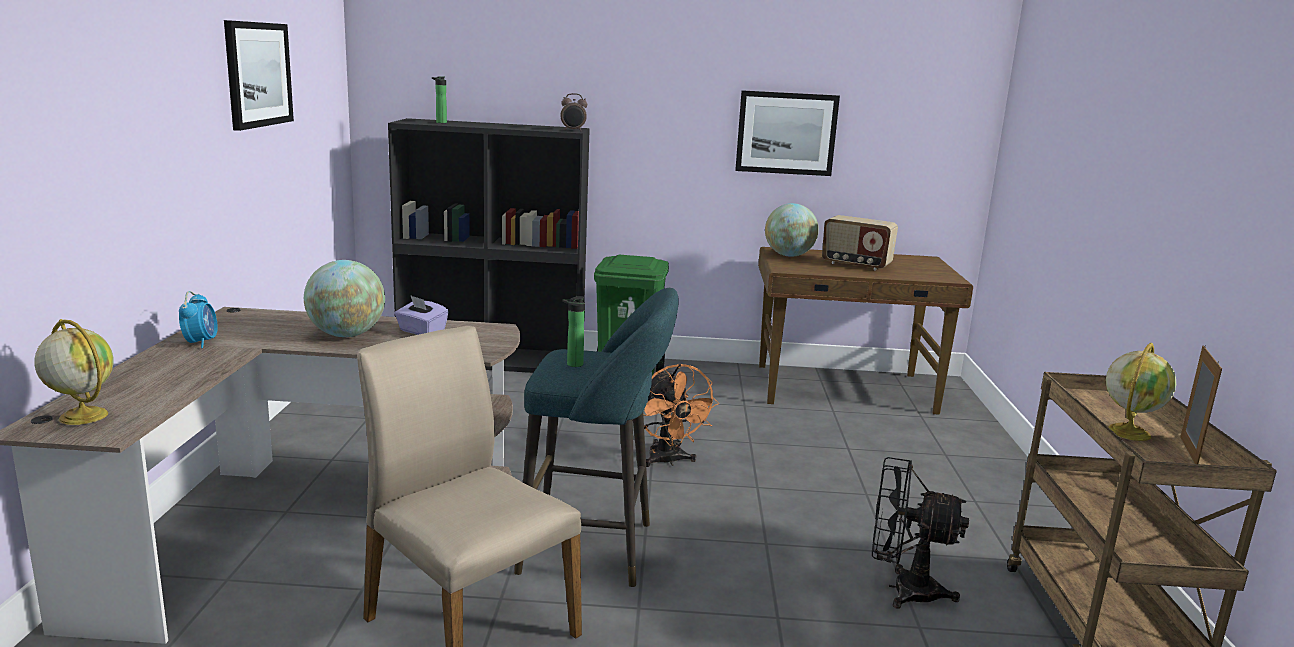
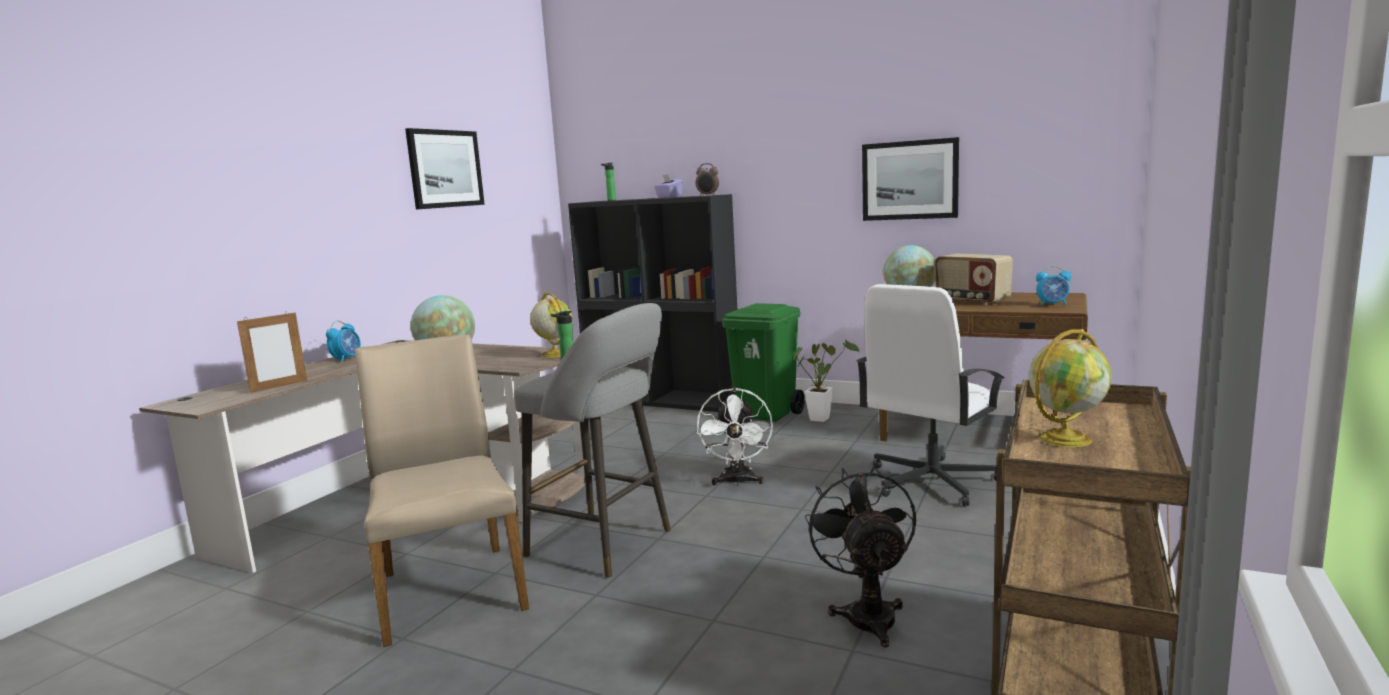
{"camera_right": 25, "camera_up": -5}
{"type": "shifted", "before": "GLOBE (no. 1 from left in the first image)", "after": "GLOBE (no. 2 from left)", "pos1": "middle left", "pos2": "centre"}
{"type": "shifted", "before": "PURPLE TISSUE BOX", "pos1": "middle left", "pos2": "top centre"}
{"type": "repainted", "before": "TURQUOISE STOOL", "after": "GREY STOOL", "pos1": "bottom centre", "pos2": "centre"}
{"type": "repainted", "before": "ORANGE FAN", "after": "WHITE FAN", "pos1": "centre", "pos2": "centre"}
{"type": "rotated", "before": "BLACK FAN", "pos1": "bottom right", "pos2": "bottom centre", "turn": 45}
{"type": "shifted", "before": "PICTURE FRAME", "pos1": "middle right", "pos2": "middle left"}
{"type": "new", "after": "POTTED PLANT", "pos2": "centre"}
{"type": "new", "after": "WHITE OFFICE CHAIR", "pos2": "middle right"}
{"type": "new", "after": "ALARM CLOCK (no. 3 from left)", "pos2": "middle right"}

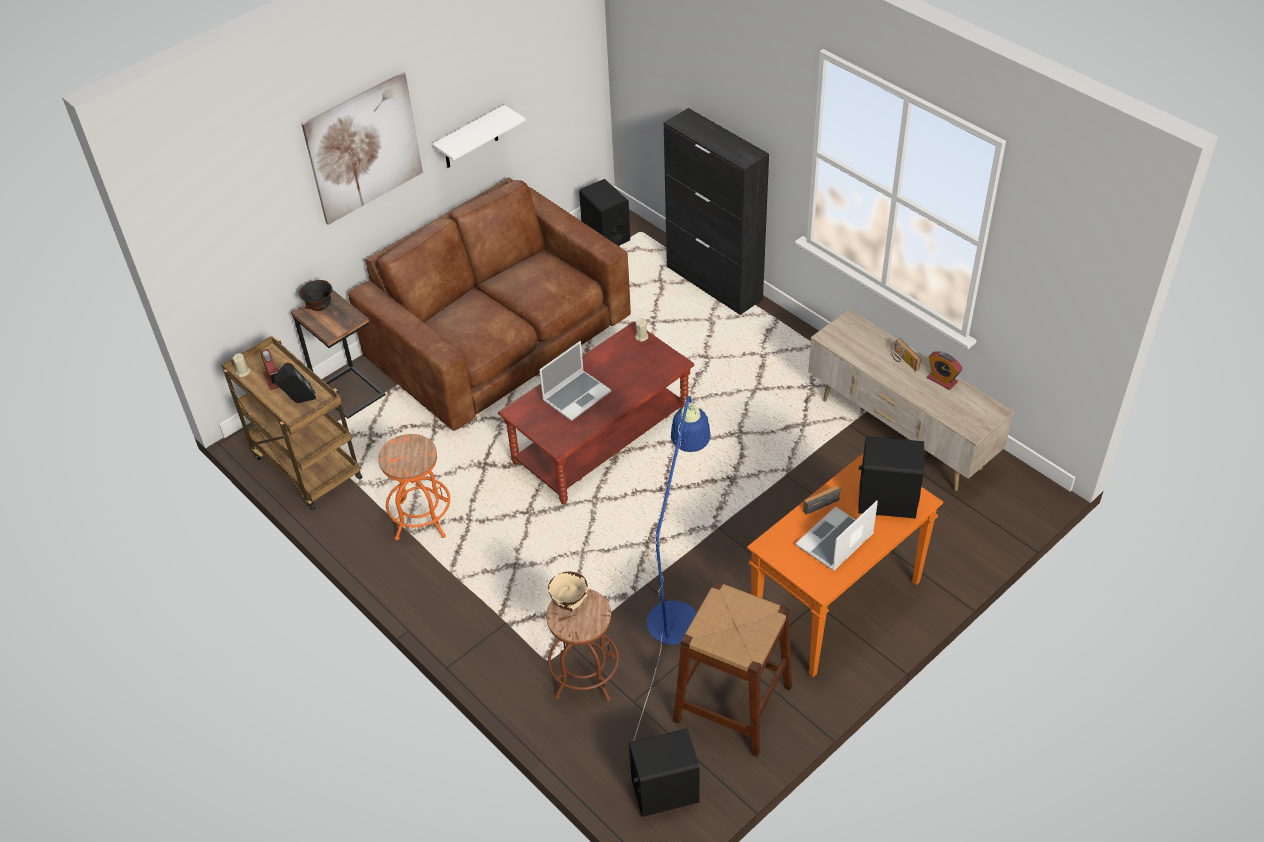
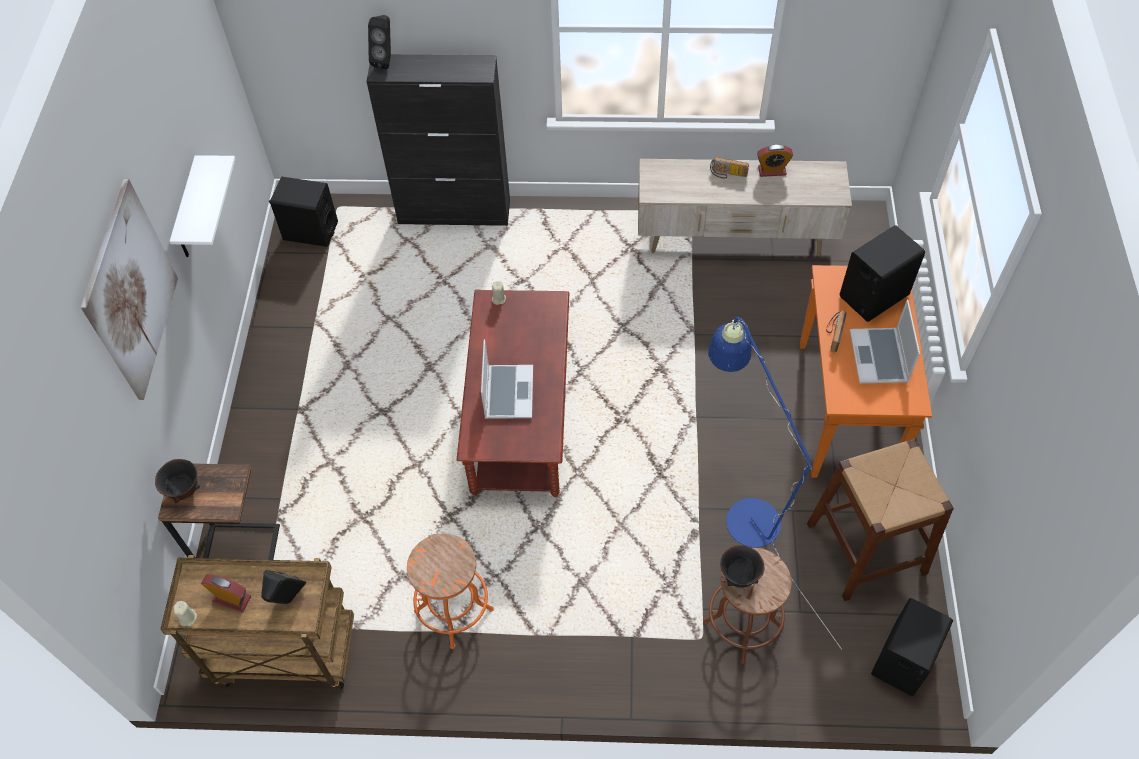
{"camera_right": -45, "camera_up": 10}
{"type": "gone", "before": "BROWN SOFA", "pos1": "centre"}
{"type": "repainted", "before": "BEIGE BOWL", "after": "BLACK BOWL (no. 2 from left)", "pos1": "bottom centre", "pos2": "bottom centre"}
{"type": "new", "after": "BLACK SPEAKER (no. 3 from left)", "pos2": "top left"}

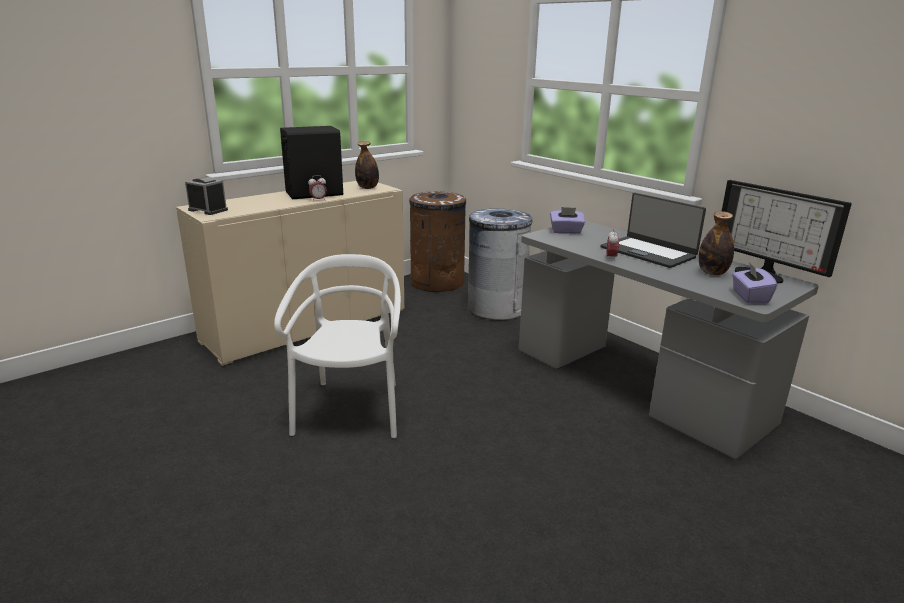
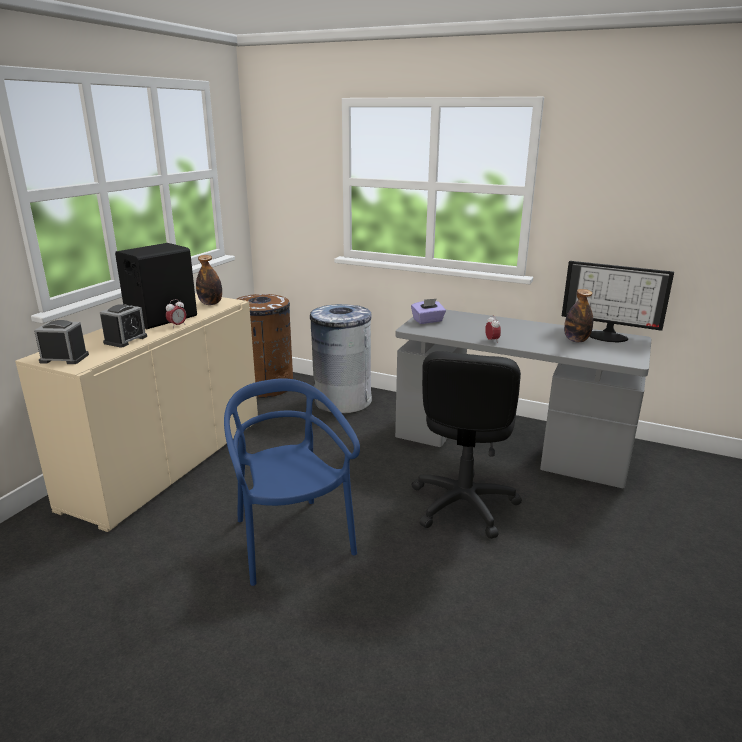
{"camera_right": -25, "camera_up": 0}
{"type": "repainted", "before": "WHITE CHAIR", "after": "BLUE CHAIR", "pos1": "centre", "pos2": "centre"}
{"type": "gone", "before": "LAPTOP", "pos1": "middle right"}
{"type": "gone", "before": "PURPLE TISSUE BOX (no. 2 from left)", "pos1": "middle right"}
{"type": "new", "after": "ALARM CLOCK (no. 2 from left)", "pos2": "middle left"}
{"type": "new", "after": "BLACK OFFICE CHAIR", "pos2": "centre"}

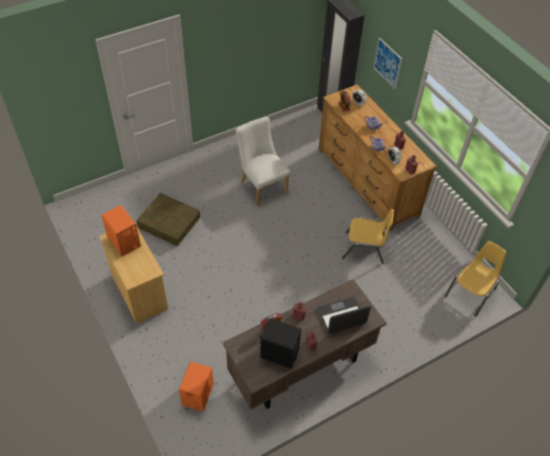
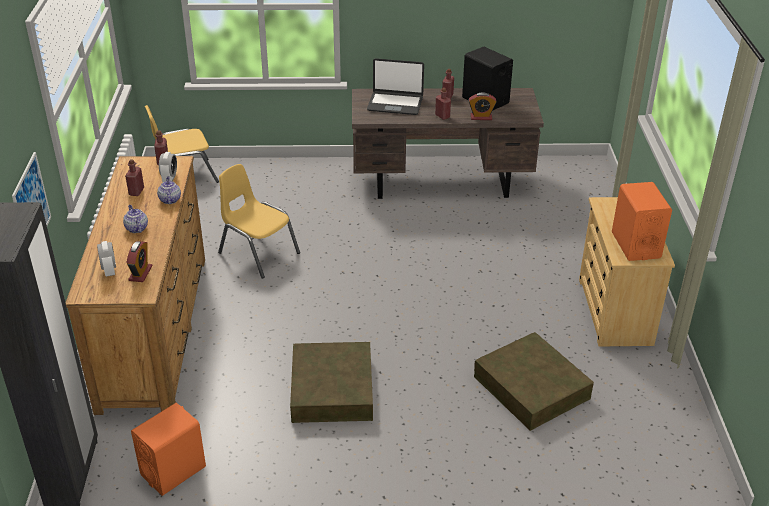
{"camera_right": -150, "camera_up": -15}
{"type": "shifted", "before": "ORANGE SPEAKER (no. 2 from left in the first image)", "after": "ORANGE SPEAKER (no. 1 from left)", "pos1": "bottom centre", "pos2": "bottom left"}
{"type": "swapped", "before": "WHITE CHAIR", "after": "BROWN STORAGE BOX (no. 1 from left)", "pos1": "centre", "pos2": "bottom centre"}

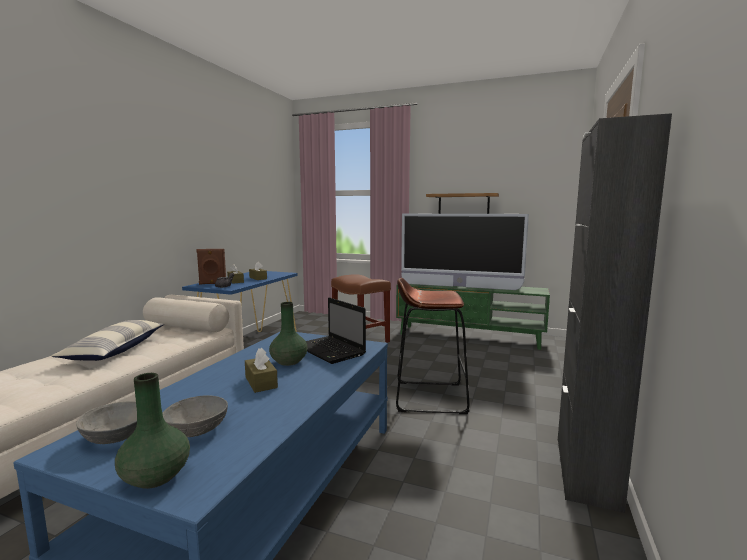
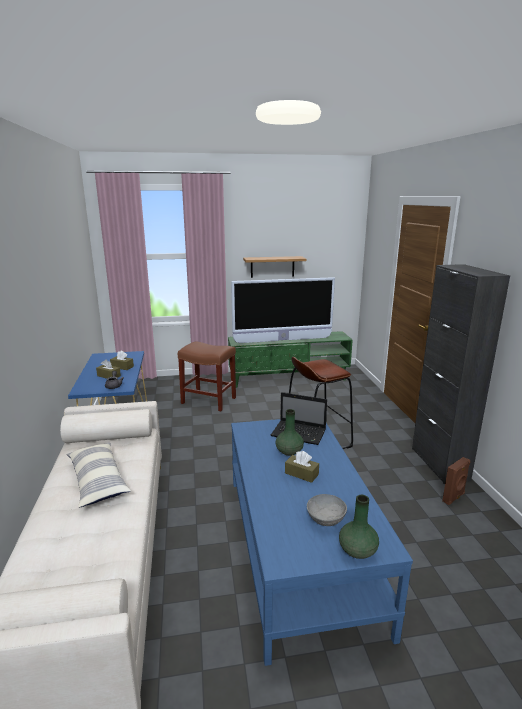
{"camera_right": -30, "camera_up": 10}
{"type": "gone", "before": "GREY BOWL (no. 1 from left)", "pos1": "bottom left"}
{"type": "shifted", "before": "BROWN SPEAKER", "pos1": "middle left", "pos2": "bottom right"}

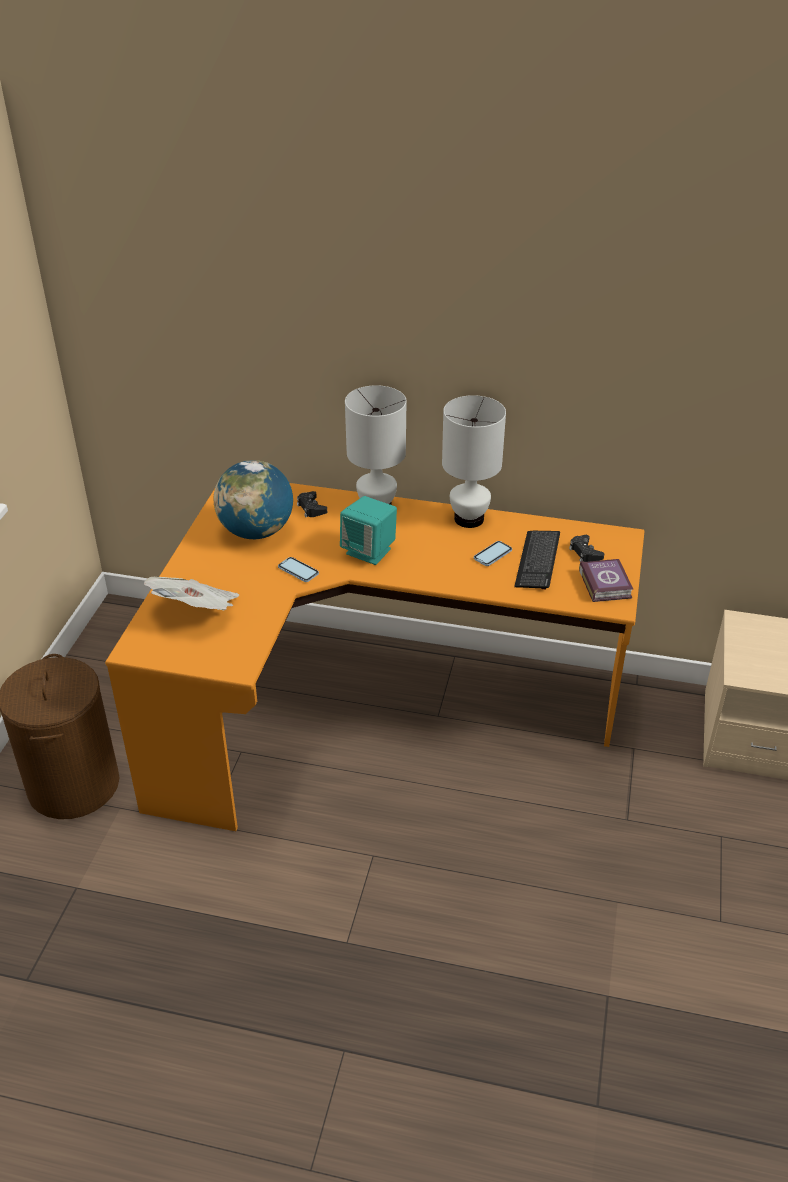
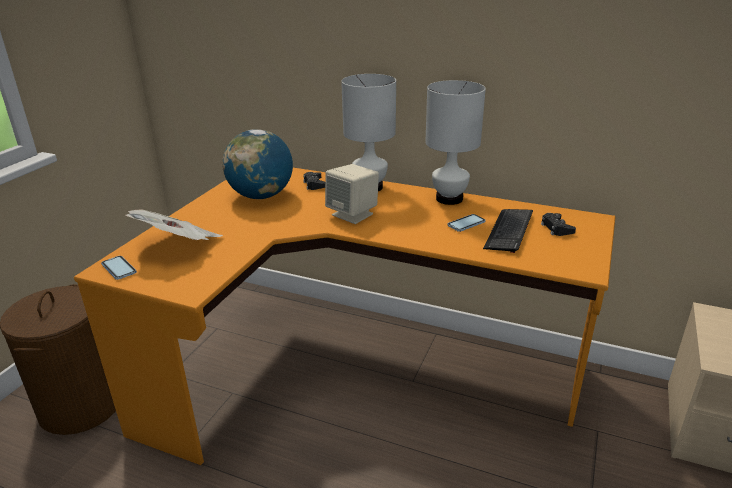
{"camera_right": 10, "camera_up": -10}
{"type": "shifted", "before": "PHONE (no. 1 from left)", "pos1": "centre", "pos2": "middle left"}
{"type": "repainted", "before": "TURQUOISE SPEAKER", "after": "BEIGE SPEAKER", "pos1": "centre", "pos2": "centre"}
{"type": "gone", "before": "BOOK", "pos1": "middle right"}

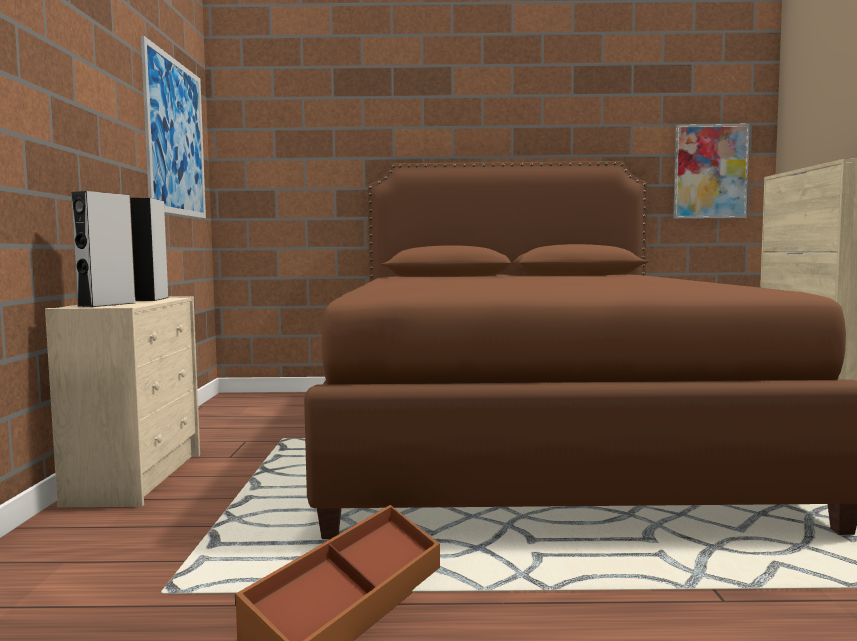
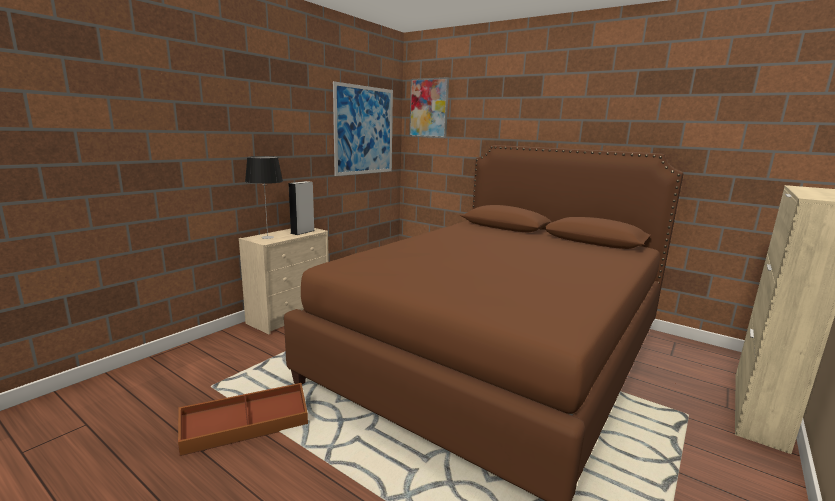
{"camera_right": 35, "camera_up": 10}
{"type": "swapped", "before": "GREY SPEAKER (no. 1 from left)", "after": "TABLE LAMP", "pos1": "middle left", "pos2": "middle left"}
{"type": "shifted", "before": "PICTURE (no. 2 from left)", "pos1": "top right", "pos2": "top centre"}

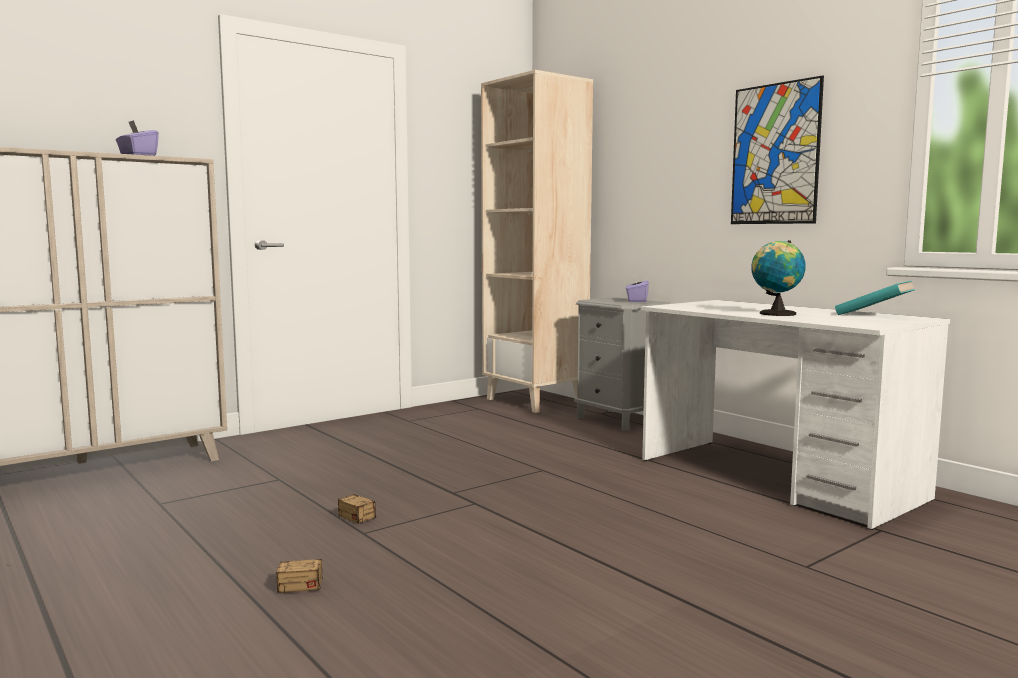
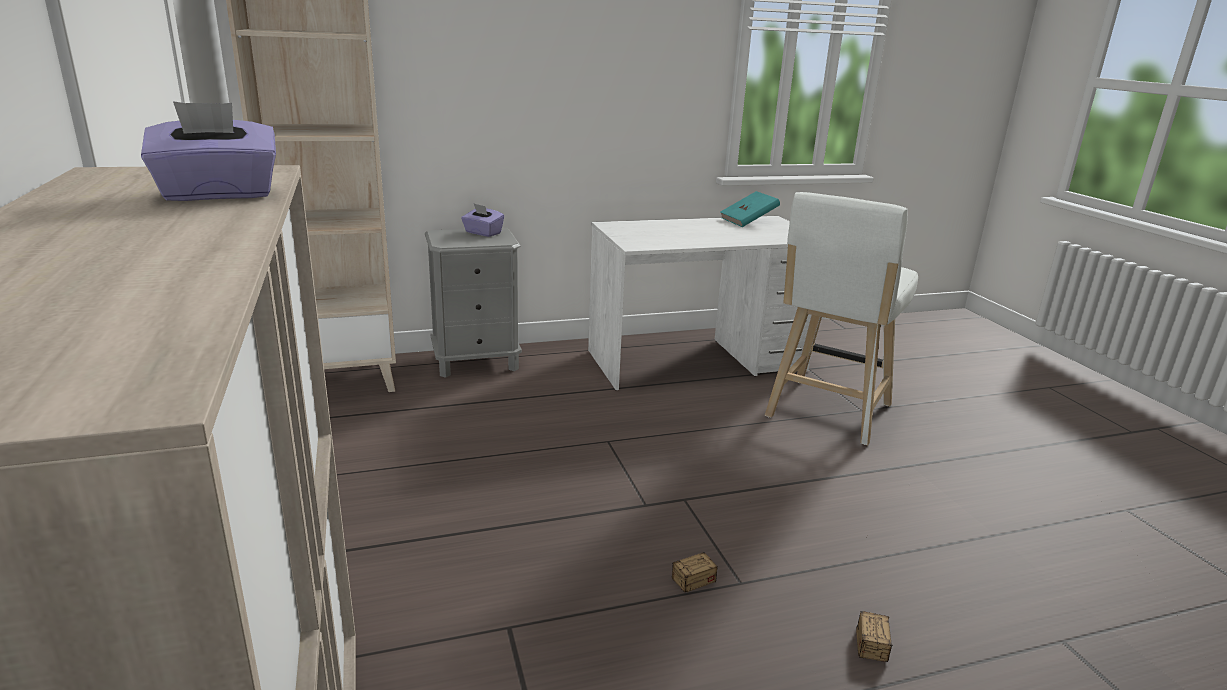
{"camera_right": -70, "camera_up": 15}
{"type": "gone", "before": "PICTURE", "pos1": "top right"}
{"type": "gone", "before": "GLOBE", "pos1": "middle right"}
{"type": "new", "after": "WHITE STOOL", "pos2": "middle right"}

